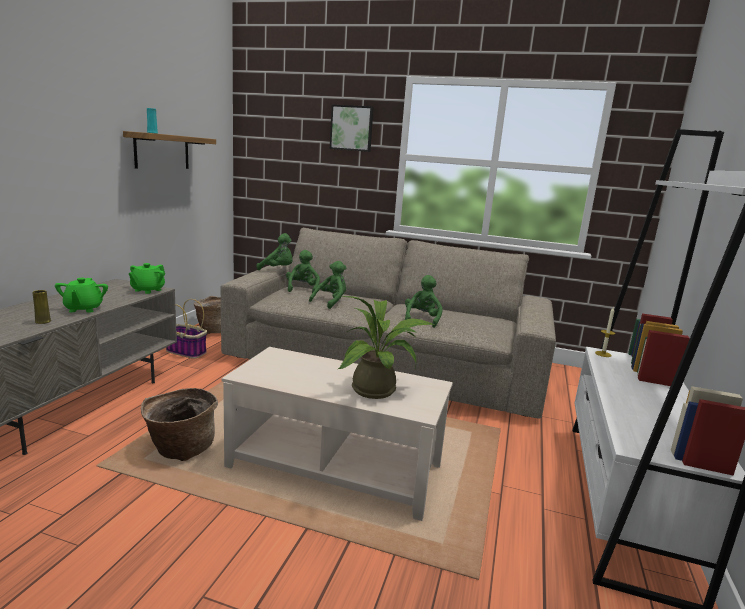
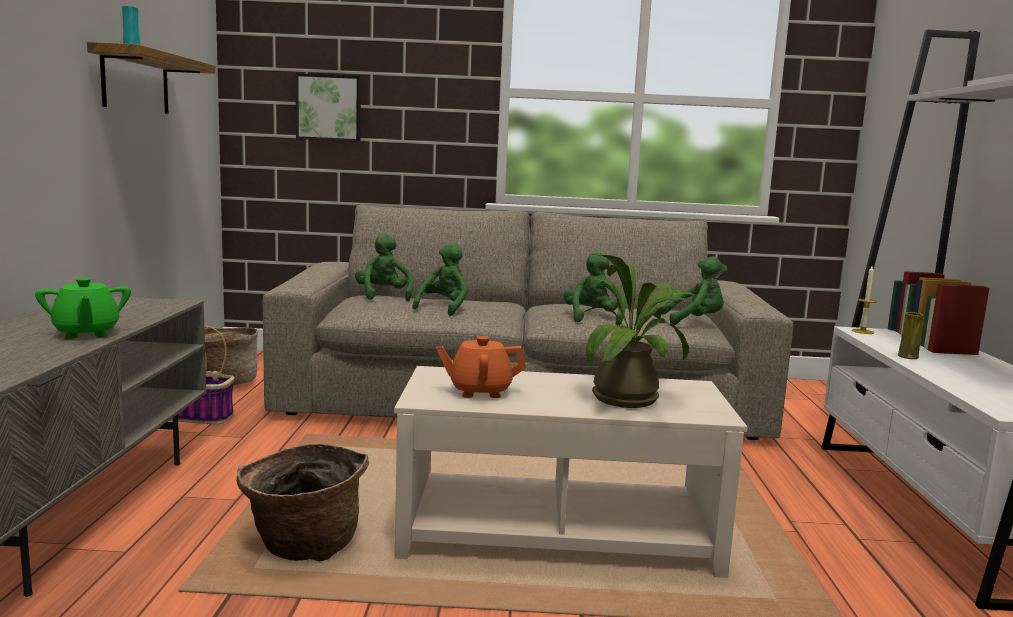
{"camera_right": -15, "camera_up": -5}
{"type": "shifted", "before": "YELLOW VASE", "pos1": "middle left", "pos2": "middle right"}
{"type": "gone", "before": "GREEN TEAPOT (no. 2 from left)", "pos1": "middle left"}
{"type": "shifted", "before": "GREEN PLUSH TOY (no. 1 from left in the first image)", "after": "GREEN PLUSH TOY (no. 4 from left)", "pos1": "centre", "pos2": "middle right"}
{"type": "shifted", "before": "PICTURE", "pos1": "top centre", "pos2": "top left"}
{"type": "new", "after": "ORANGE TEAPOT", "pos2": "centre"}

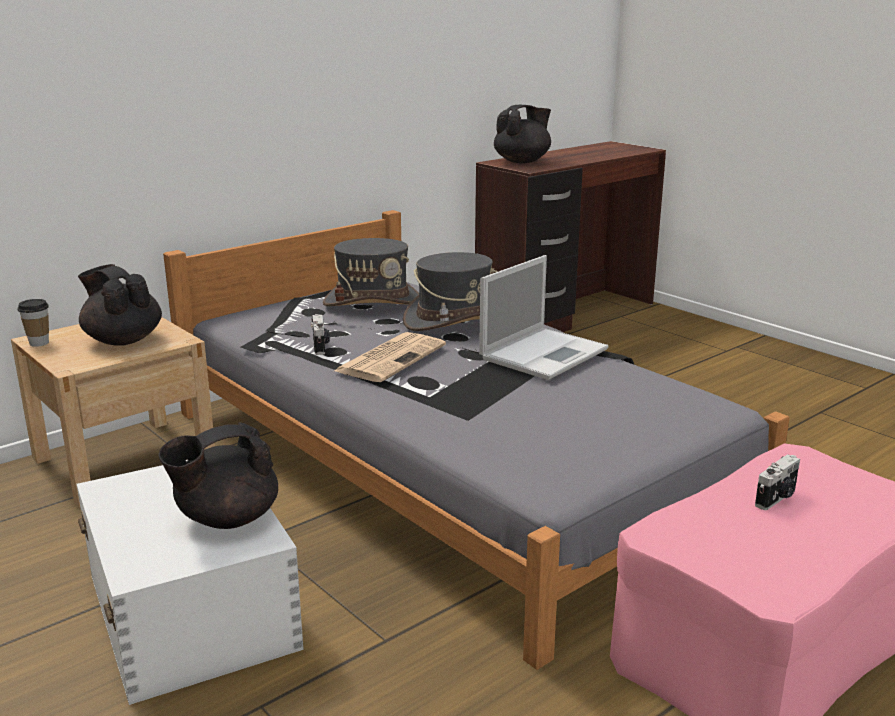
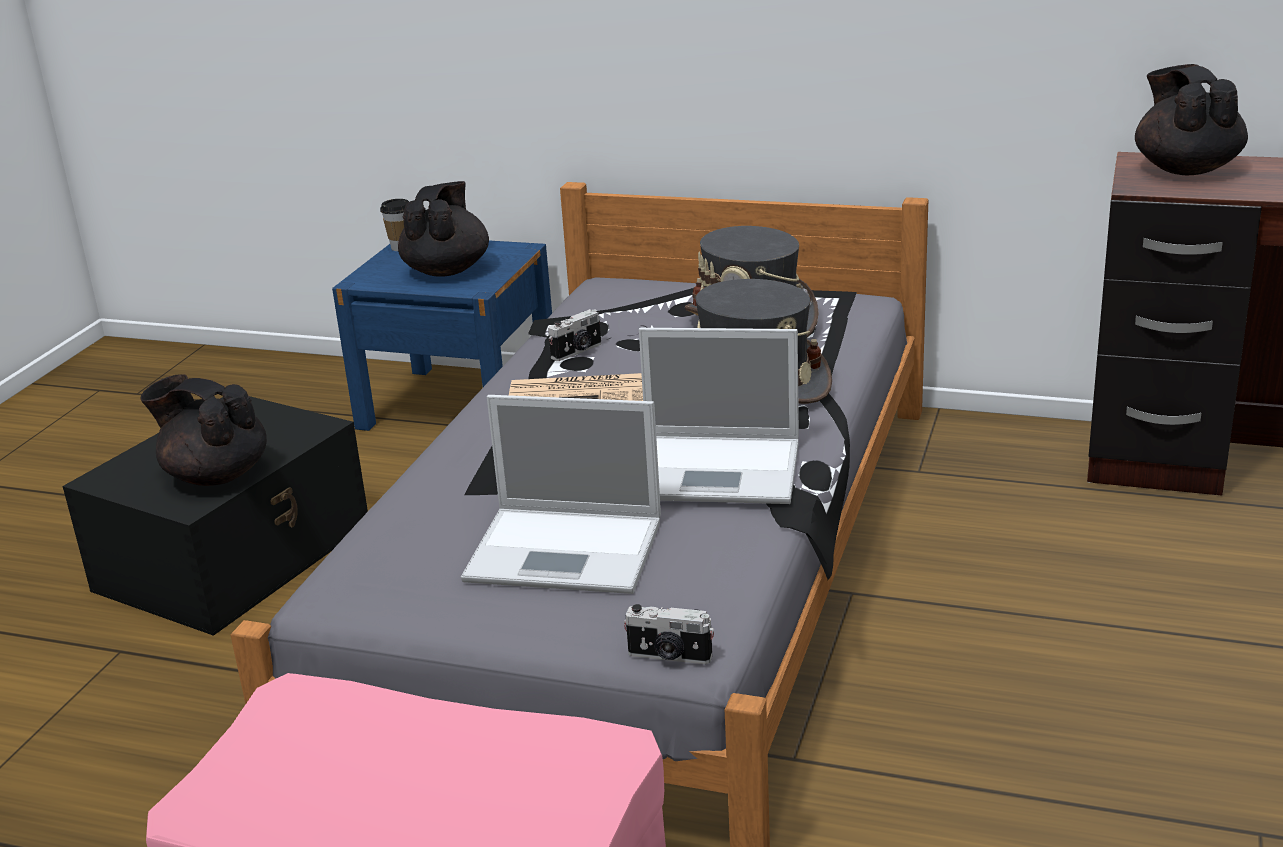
{"camera_right": 60, "camera_up": 5}
{"type": "repainted", "before": "BEIGE NIGHTSTAND", "after": "BLUE NIGHTSTAND", "pos1": "middle left", "pos2": "centre"}
{"type": "repainted", "before": "WHITE STORAGE BOX", "after": "BLACK STORAGE BOX", "pos1": "bottom left", "pos2": "middle left"}
{"type": "rotated", "before": "BLACK TEAPOT (no. 3 from left)", "pos1": "top centre", "pos2": "top right", "turn": -120}
{"type": "shifted", "before": "PHOTO CAMERA (no. 2 from left)", "pos1": "bottom right", "pos2": "bottom centre"}
{"type": "new", "after": "LAPTOP (no. 1 from left)", "pos2": "centre"}

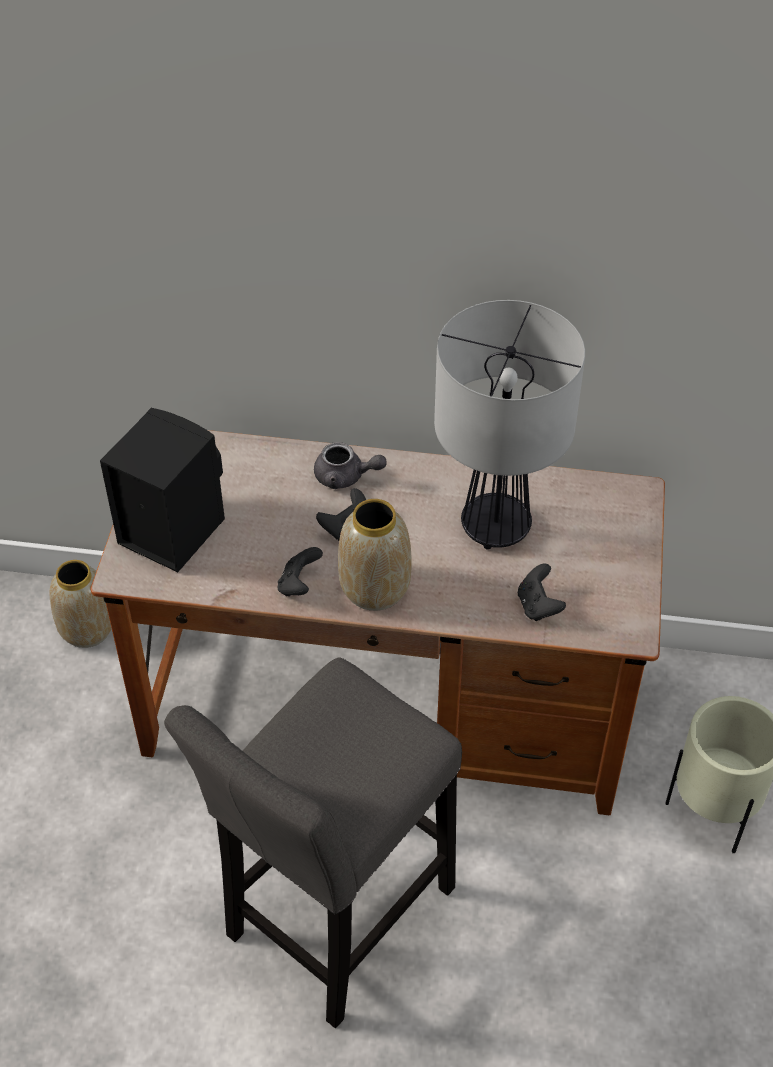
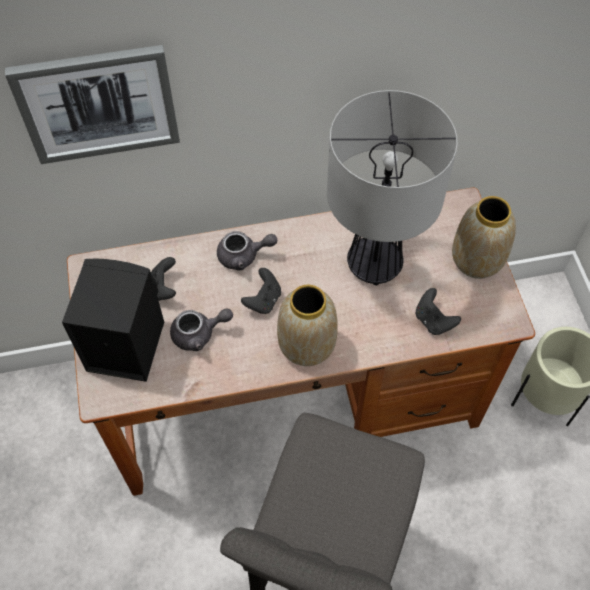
{"camera_right": -20, "camera_up": 10}
{"type": "shifted", "before": "VASE (no. 1 from left in the first image)", "after": "VASE (no. 2 from left)", "pos1": "middle left", "pos2": "middle right"}
{"type": "shifted", "before": "BLACK GAME CONTROLLER (no. 1 from left)", "pos1": "centre", "pos2": "middle left"}
{"type": "new", "after": "PICTURE", "pos2": "top left"}
{"type": "new", "after": "GREY TEAPOT (no. 1 from left)", "pos2": "centre"}

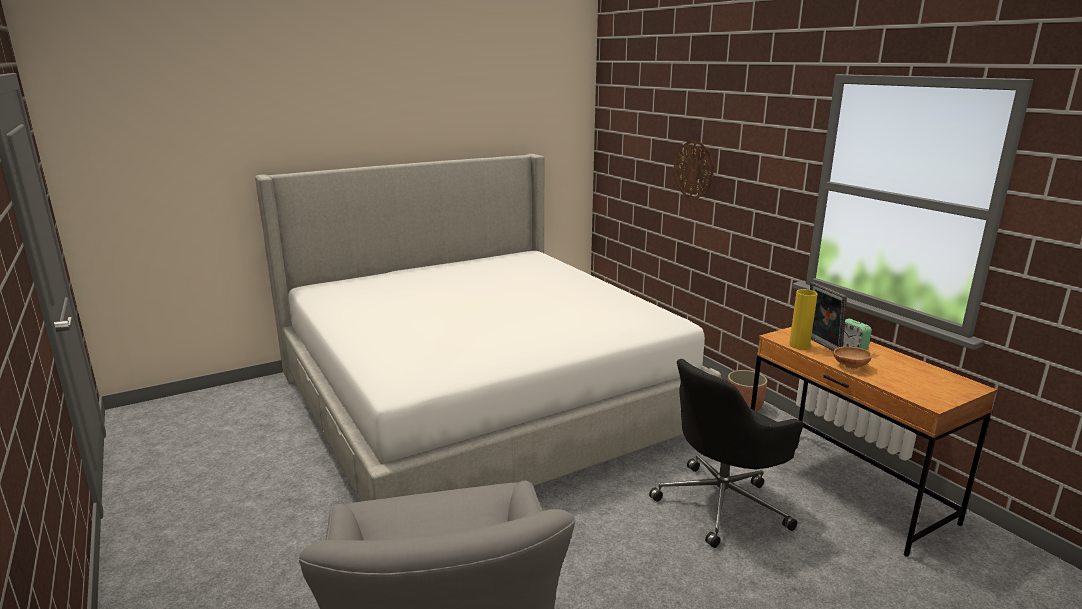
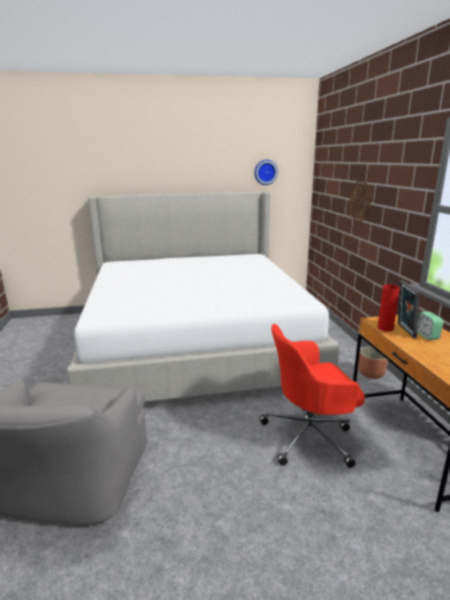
{"camera_right": 20, "camera_up": 0}
{"type": "repainted", "before": "BLACK OFFICE CHAIR", "after": "RED OFFICE CHAIR", "pos1": "bottom right", "pos2": "middle right"}
{"type": "repainted", "before": "YELLOW VASE", "after": "RED VASE", "pos1": "middle right", "pos2": "middle right"}
{"type": "gone", "before": "BROWN BOWL", "pos1": "middle right"}
{"type": "new", "after": "WALL CLOCK (no. 1 from left)", "pos2": "top centre"}

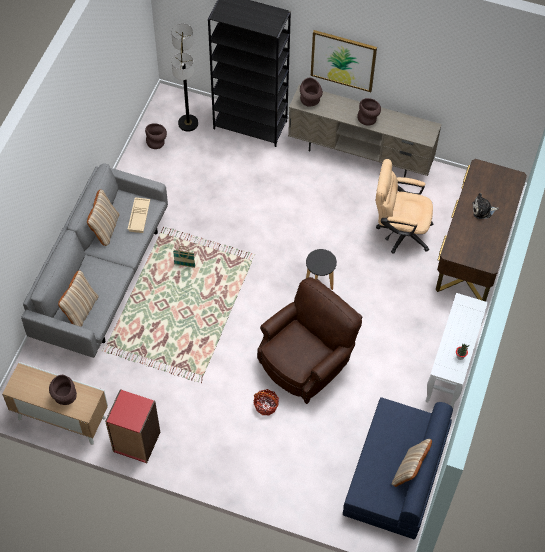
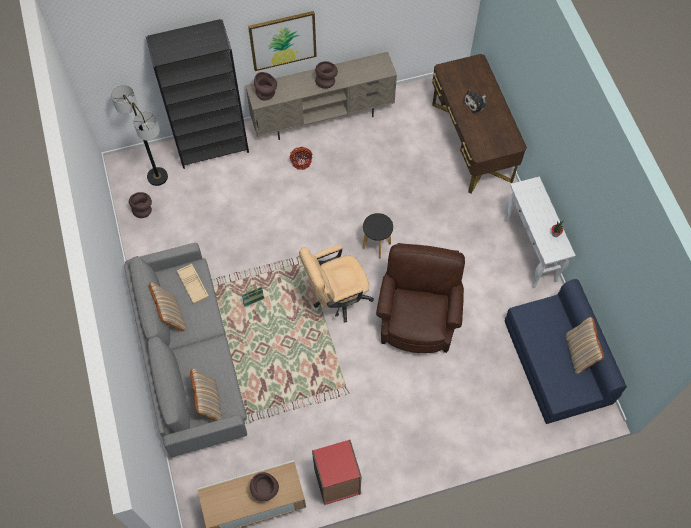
{"camera_right": -35, "camera_up": 5}
{"type": "shifted", "before": "BASKET (no. 2 from left)", "pos1": "bottom centre", "pos2": "top centre"}
{"type": "shifted", "before": "BEIGE OFFICE CHAIR", "pos1": "middle right", "pos2": "centre"}

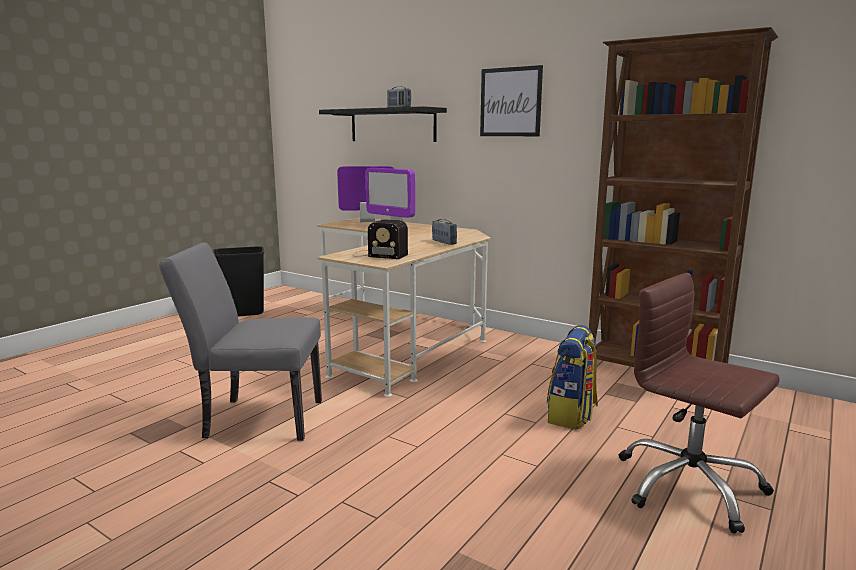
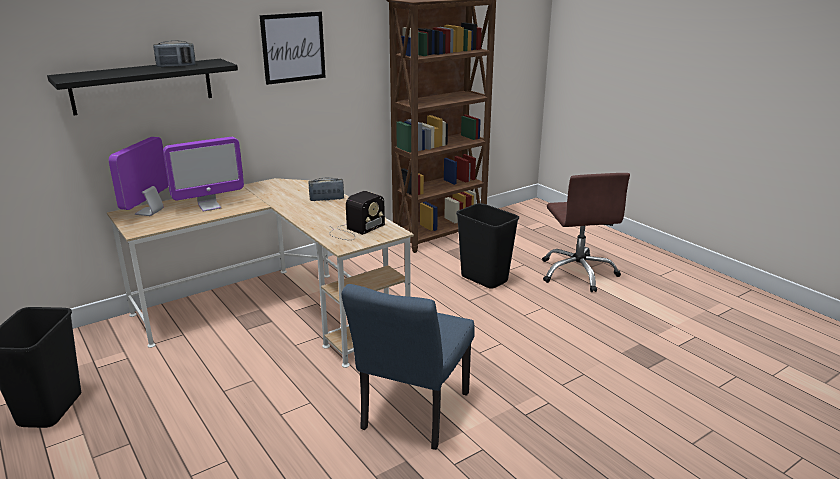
{"camera_right": -70, "camera_up": 10}
{"type": "repainted", "before": "GREY CHAIR", "after": "BLUE CHAIR", "pos1": "middle left", "pos2": "bottom centre"}
{"type": "swapped", "before": "BACKPACK", "after": "BLACK TRASH CAN (no. 2 from left)", "pos1": "middle right", "pos2": "centre"}
{"type": "rotated", "before": "BROWN OFFICE CHAIR", "pos1": "bottom right", "pos2": "middle right", "turn": -75}

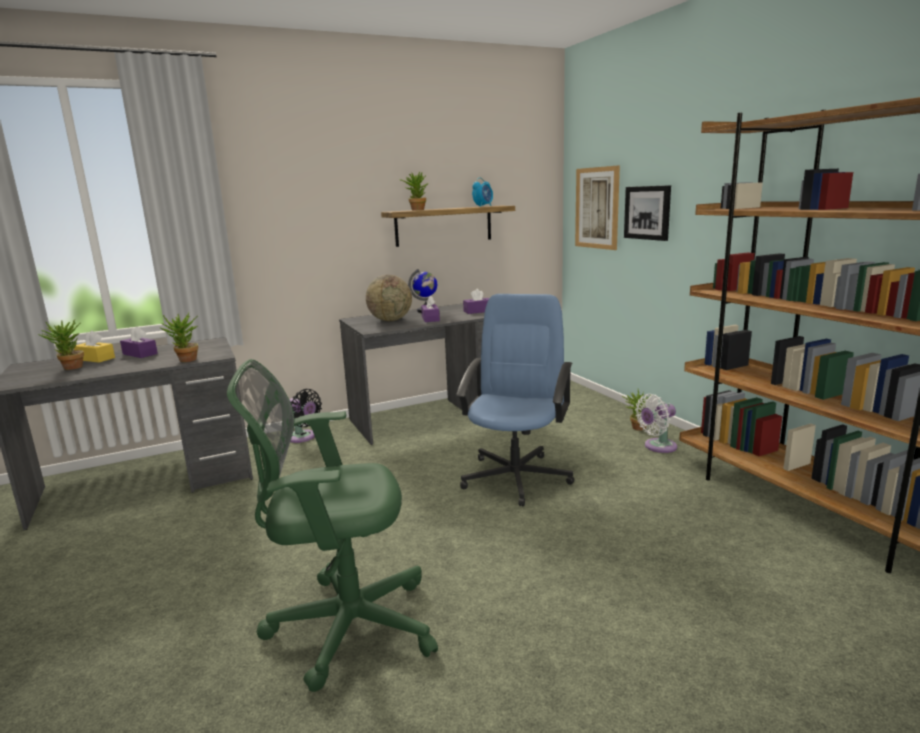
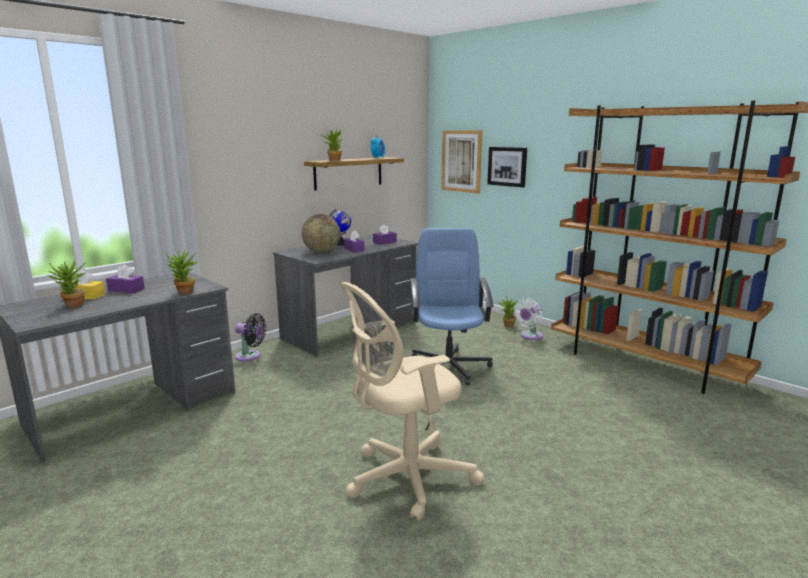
{"camera_right": -20, "camera_up": 0}
{"type": "repainted", "before": "GREEN OFFICE CHAIR", "after": "BEIGE OFFICE CHAIR", "pos1": "bottom centre", "pos2": "bottom centre"}

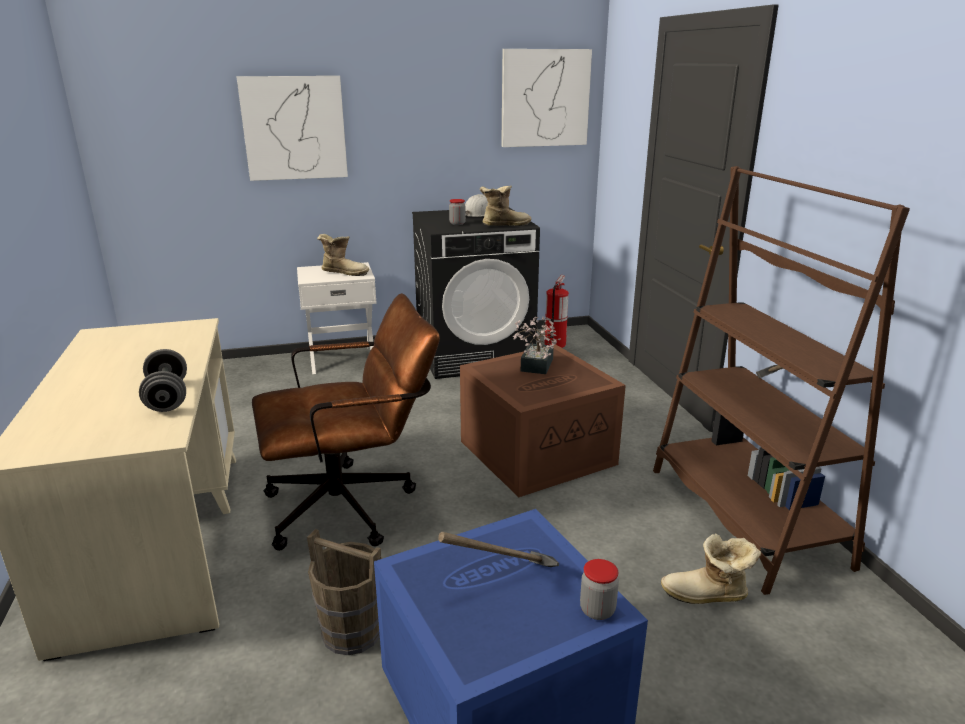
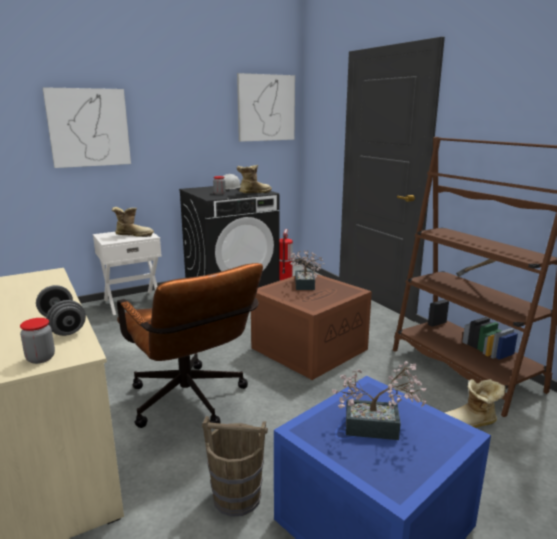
{"camera_right": -15, "camera_up": -5}
{"type": "rotated", "before": "BROWN OFFICE CHAIR", "pos1": "centre", "pos2": "centre", "turn": 90}
{"type": "swapped", "before": "HAMMER (no. 1 from left)", "after": "POTTED PLANT (no. 2 from left)", "pos1": "bottom centre", "pos2": "bottom right"}
{"type": "shifted", "before": "JAR (no. 2 from left in the first image)", "after": "JAR (no. 1 from left)", "pos1": "bottom centre", "pos2": "middle left"}

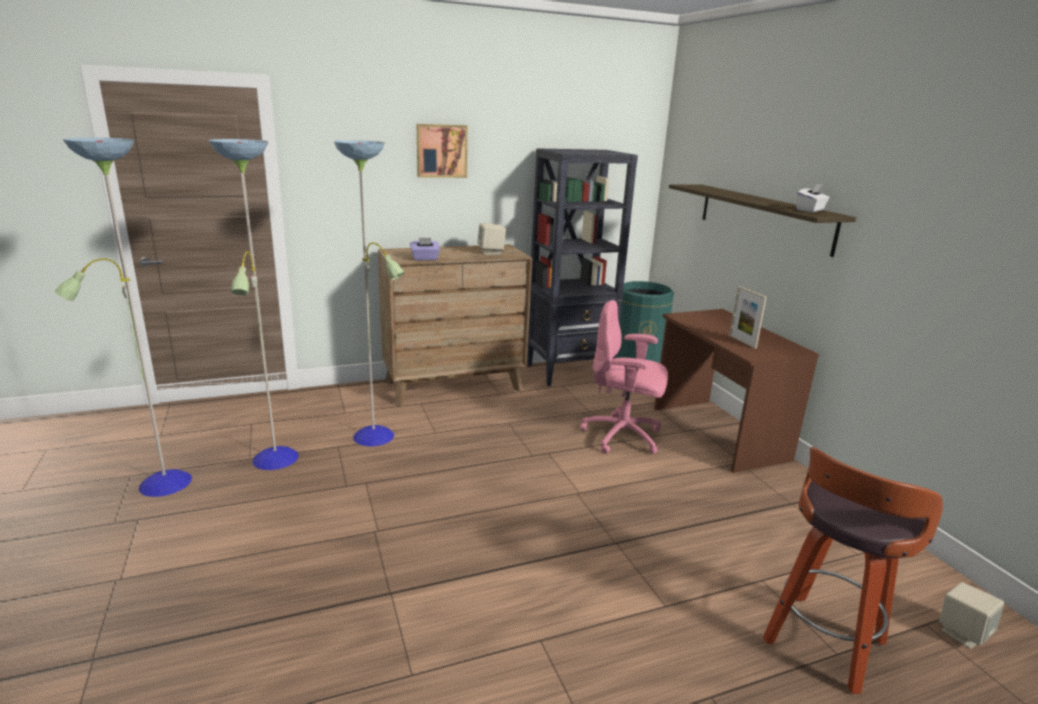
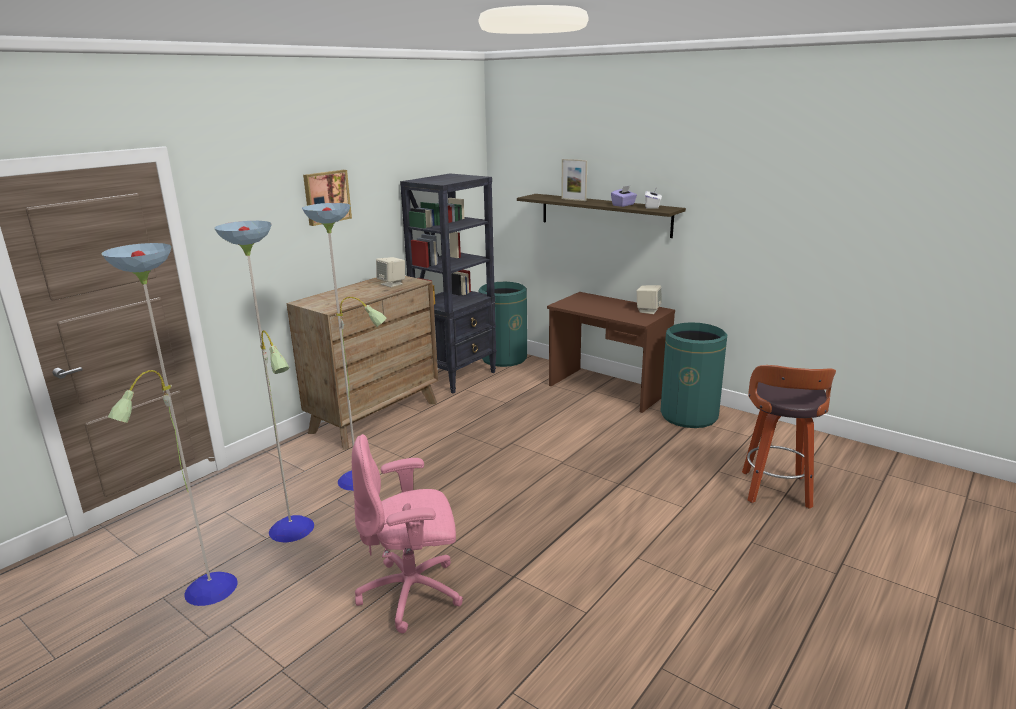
{"camera_right": -30, "camera_up": 0}
{"type": "shifted", "before": "PURPLE TISSUE BOX", "pos1": "centre", "pos2": "top centre"}
{"type": "shifted", "before": "PINK OFFICE CHAIR", "pos1": "centre", "pos2": "bottom centre"}
{"type": "shifted", "before": "PICTURE FRAME", "pos1": "middle right", "pos2": "top centre"}
{"type": "shifted", "before": "BEIGE SPEAKER (no. 2 from left)", "pos1": "bottom right", "pos2": "centre"}
{"type": "new", "after": "GREEN TRASH CAN (no. 2 from left)", "pos2": "middle right"}

